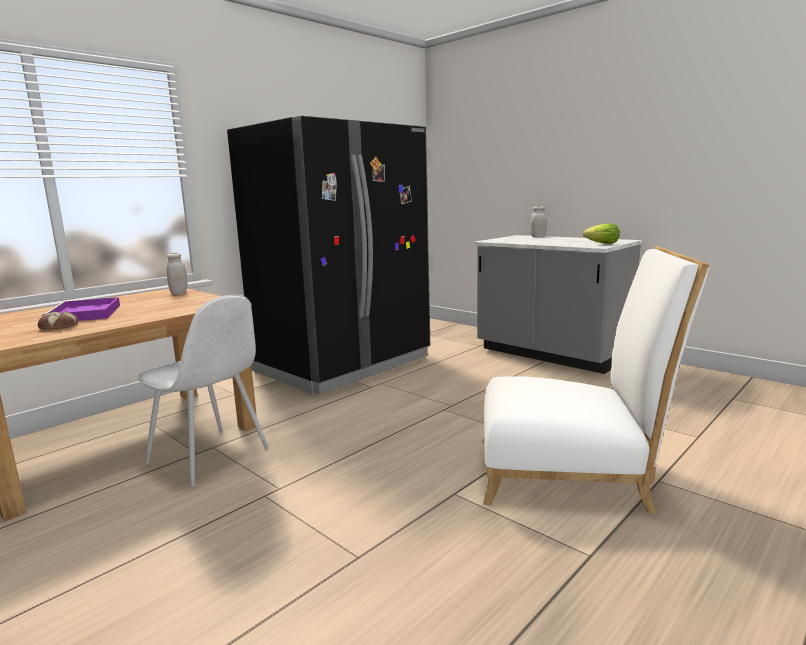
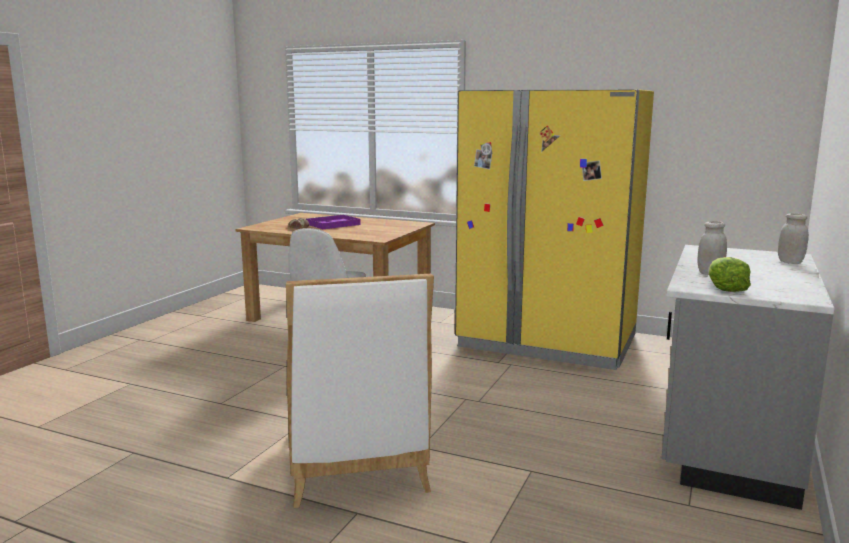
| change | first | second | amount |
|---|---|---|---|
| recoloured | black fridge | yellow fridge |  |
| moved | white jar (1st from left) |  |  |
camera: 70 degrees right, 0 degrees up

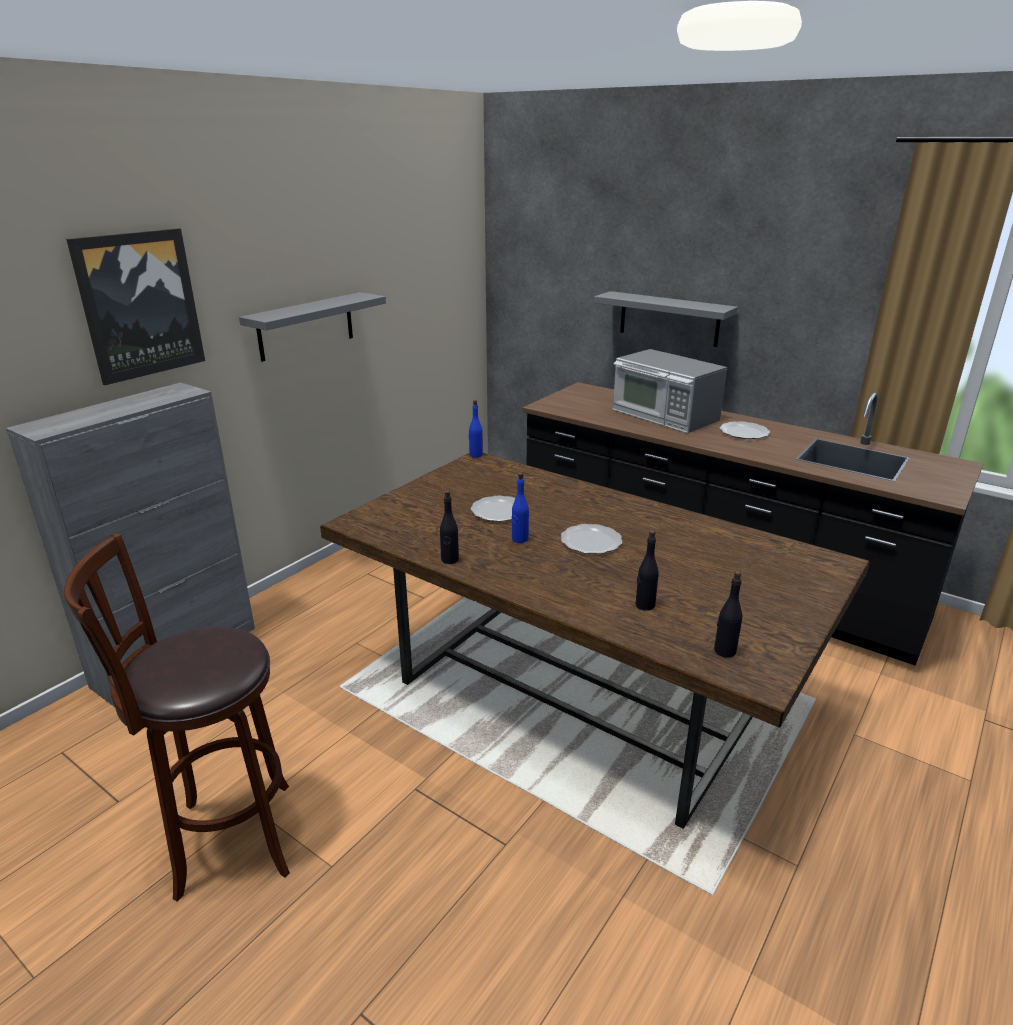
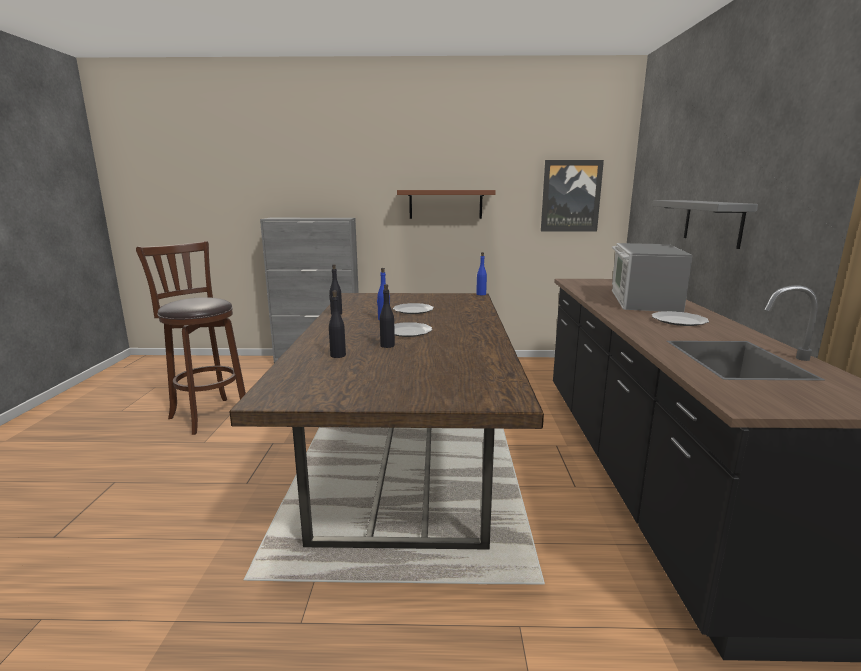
| change | first | second | amount |
|---|---|---|---|
| moved | black bottle (3rd from left) |  |  |
| recoloured | grey shelf (1st from left) | brown shelf |  |
| moved | picture |  |  |
camera: 55 degrees right, 10 degrees down

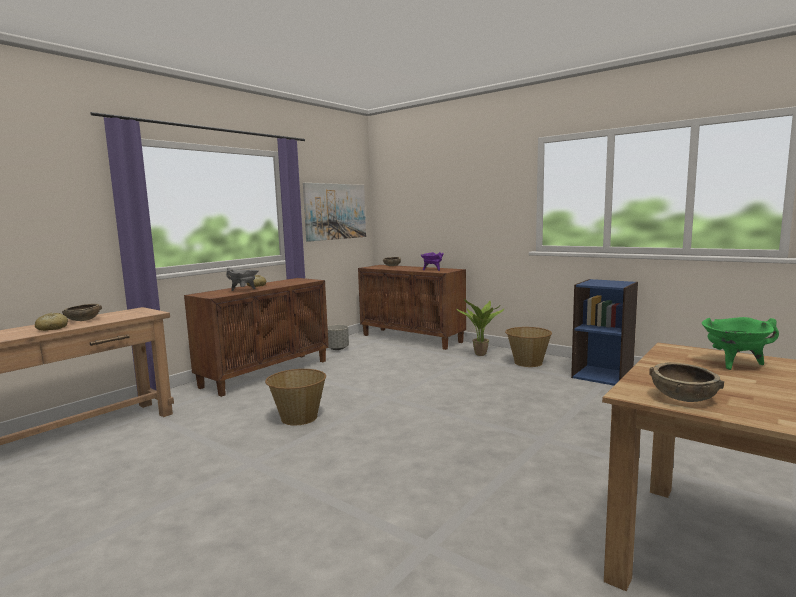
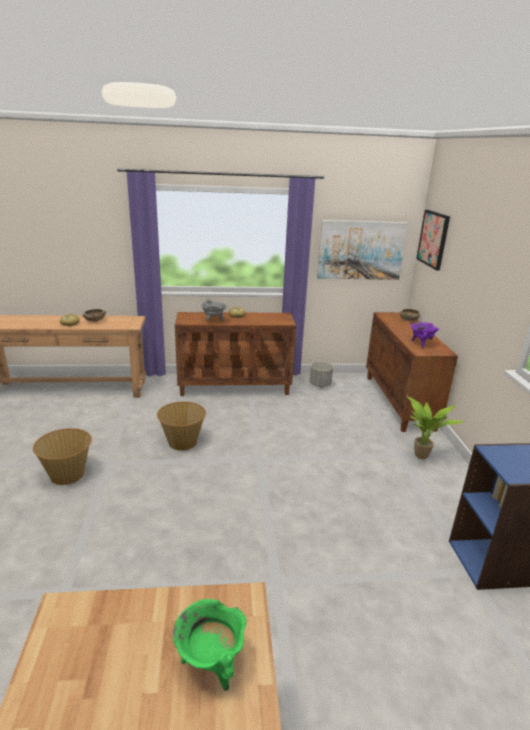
| change | first | second | amount |
|---|---|---|---|
| moved | basket (2nd from left in the first image) | basket (1st from left) |  |
| added |  | picture (2nd from left) |  |
| removed | brown bowl (3rd from left) |  |  |
camera: 45 degrees right, 15 degrees up

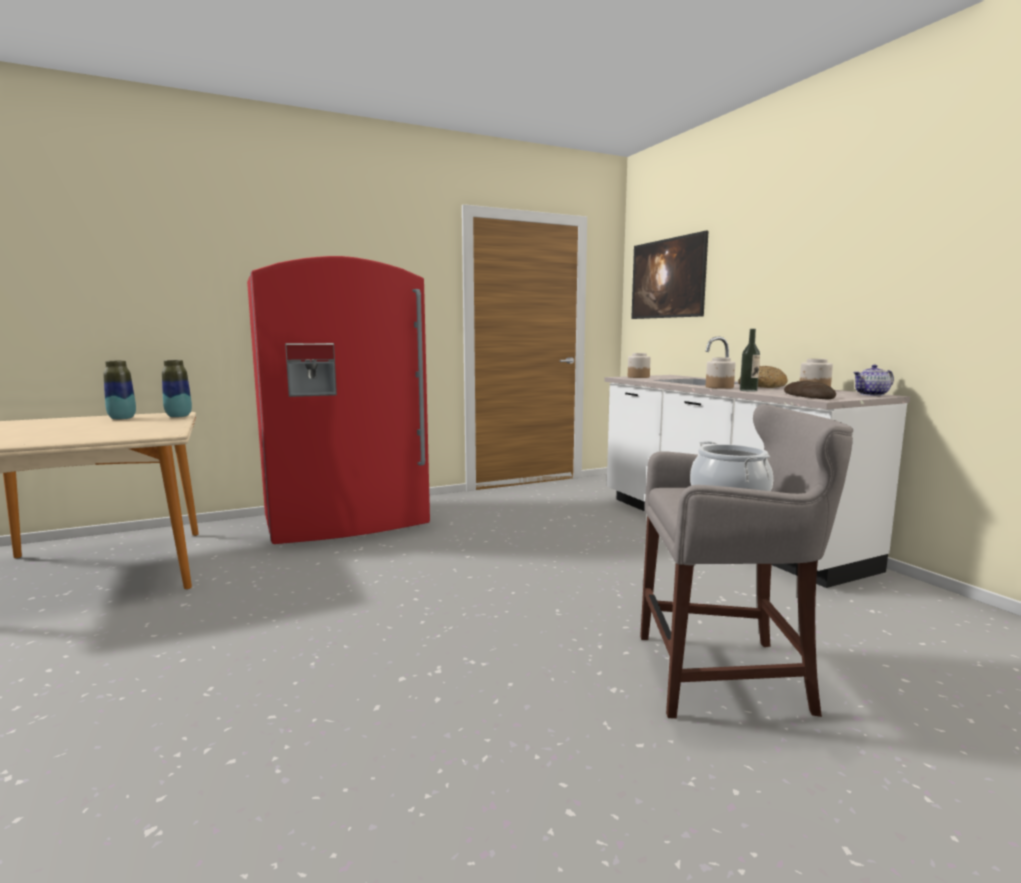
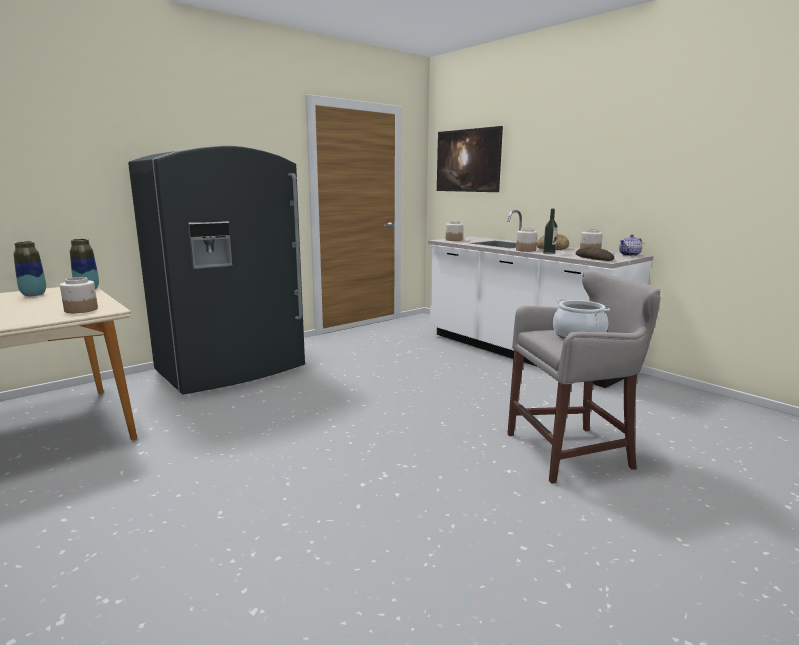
| change | first | second | amount |
|---|---|---|---|
| added |  | jar (1st from left) |  |
| recoloured | red fridge | grey fridge |  |
camera: 15 degrees left, 5 degrees up

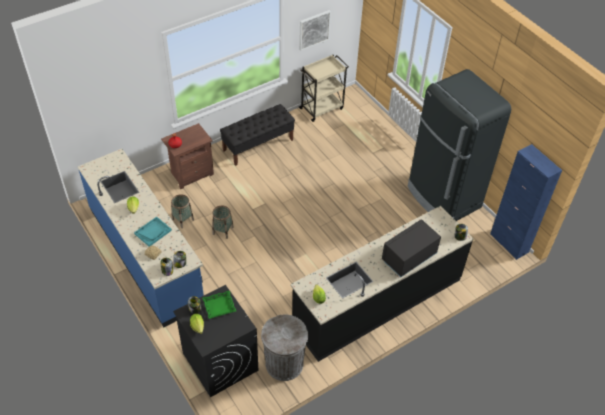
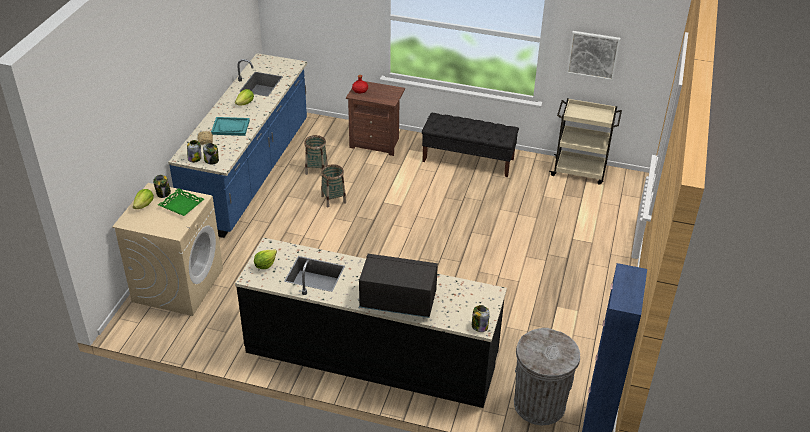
| change | first | second | amount |
|---|---|---|---|
| recoloured | black washing machine | beige washing machine |  |
| moved | grey trash can |  |  |
| removed | black fridge |  |  |
camera: 50 degrees right, 10 degrees down

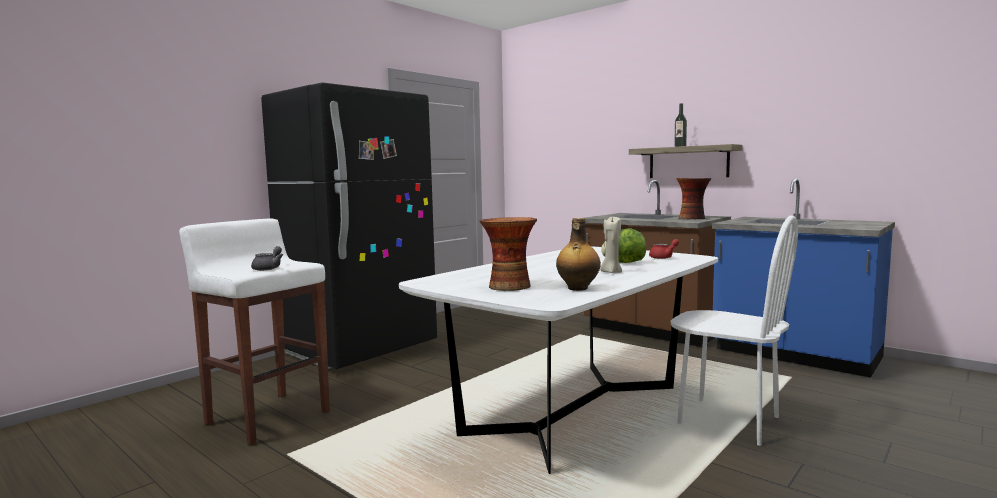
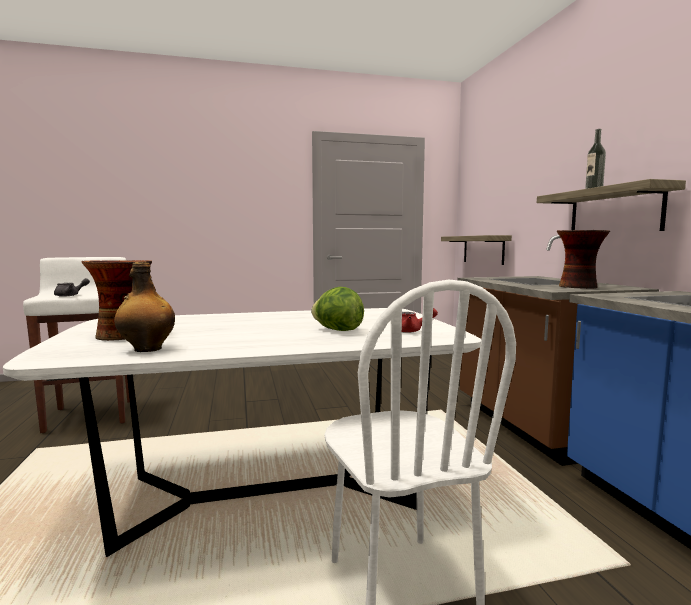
| change | first | second | amount |
|---|---|---|---|
| added |  | shelf (1st from left) |  |
| removed | black fridge |  |  |
| removed | beige candle |  |  |
camera: 35 degrees right, 0 degrees up

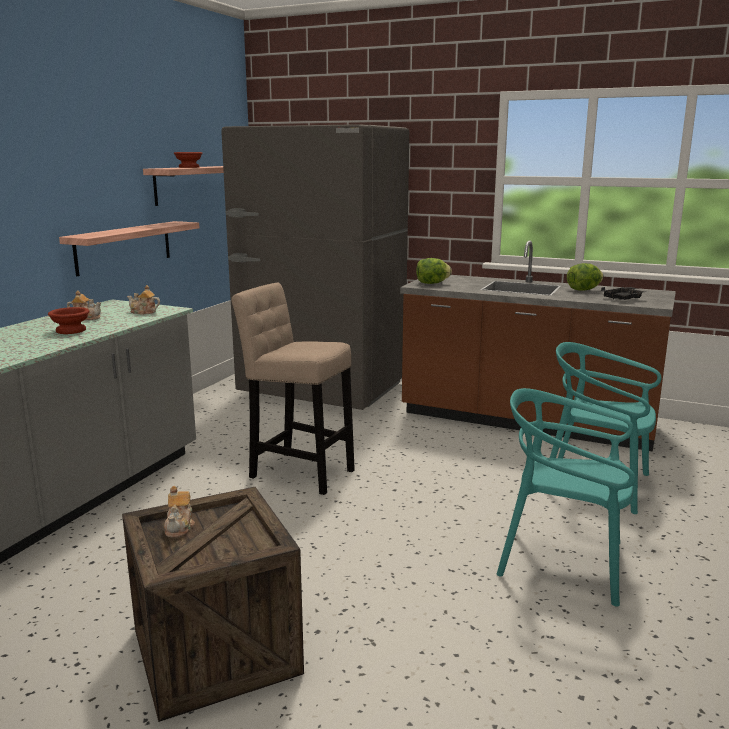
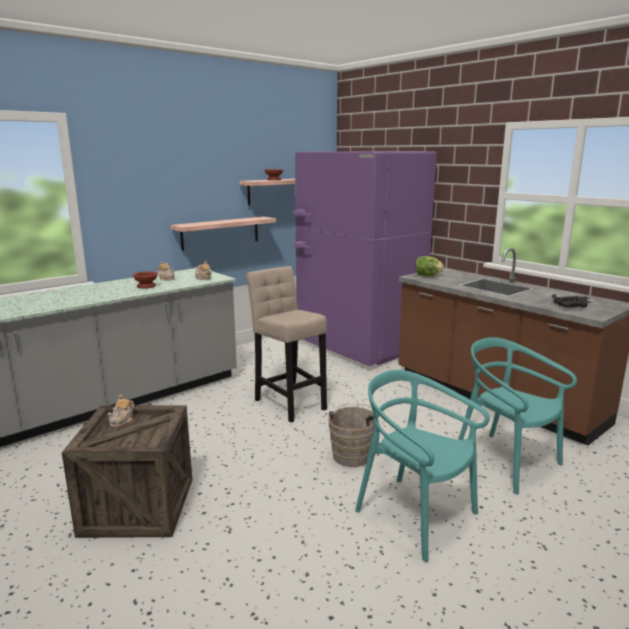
| change | first | second | amount |
|---|---|---|---|
| recoloured | grey fridge | purple fridge |  |
| added |  | brown bucket |  |
| removed | lettuce (2nd from left) |  |  |
camera: 25 degrees right, 0 degrees up

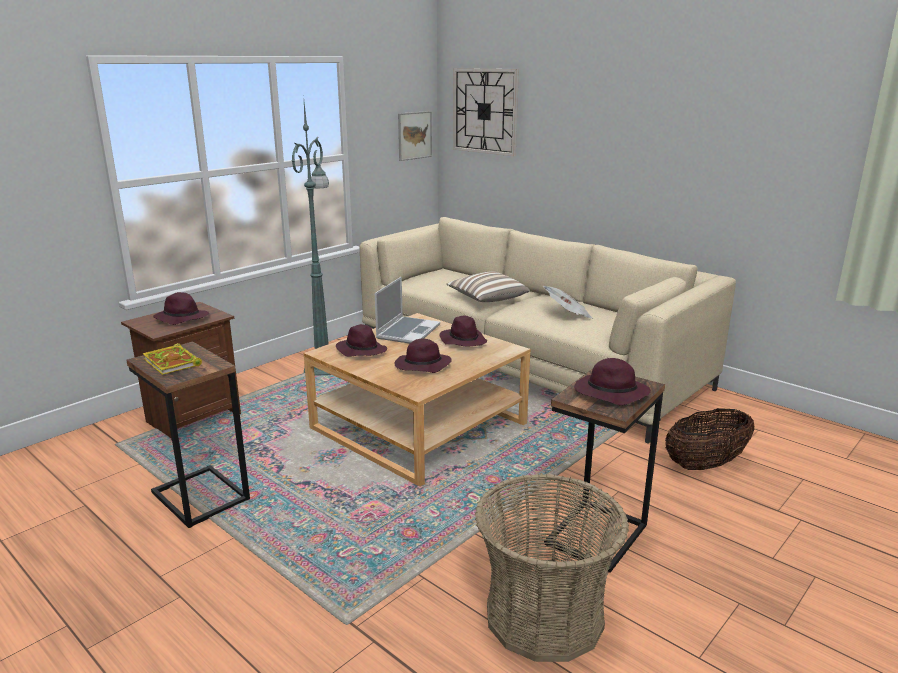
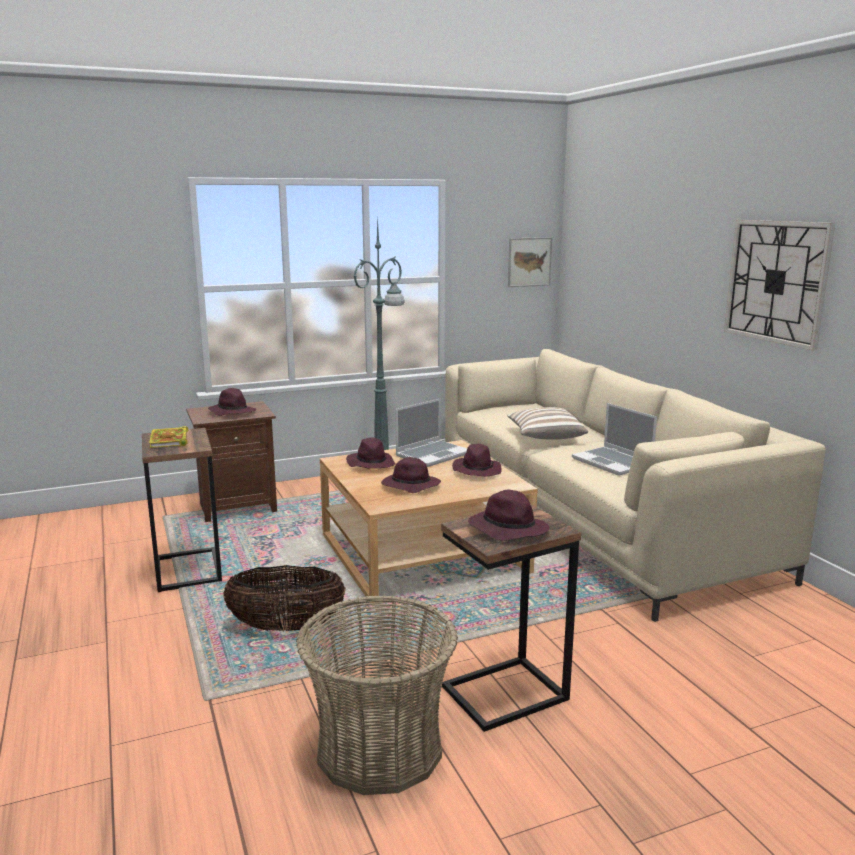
| change | first | second | amount |
|---|---|---|---|
| moved | basket (2nd from left in the first image) | basket (1st from left) |  |
| replaced | newspaper | laptop (2nd from left) |  |
| moved | wall clock |  |  |
camera: 25 degrees right, 5 degrees down

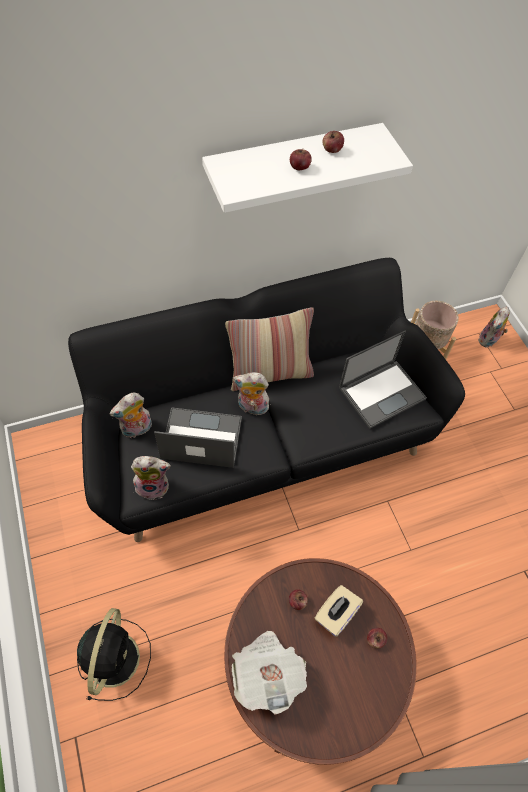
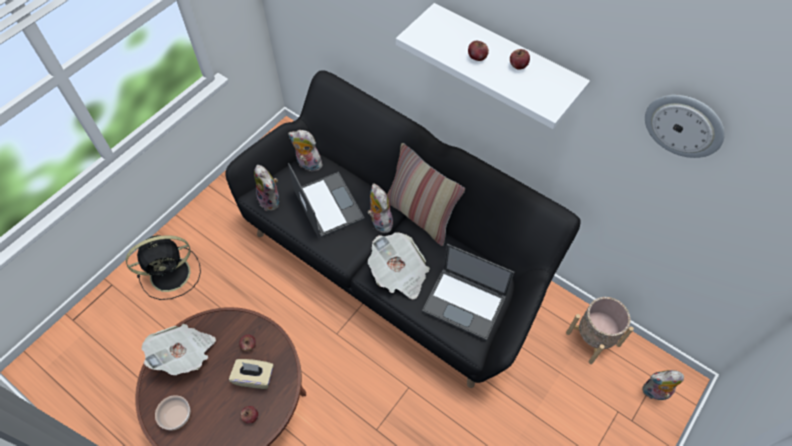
| change | first | second | amount |
|---|---|---|---|
| added |  | bowl |  |
| added |  | newspaper (2nd from left) |  |
| added |  | wall clock |  |
camera: 60 degrees right, 0 degrees up

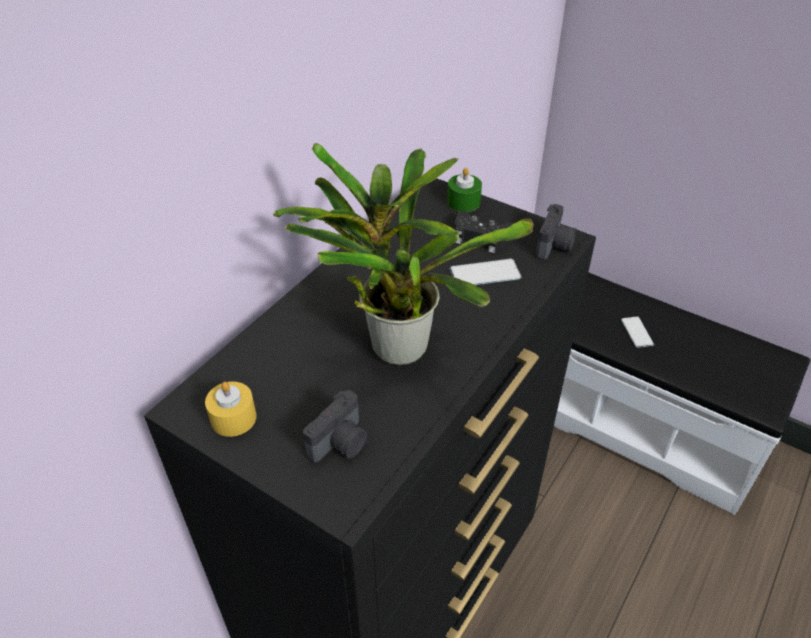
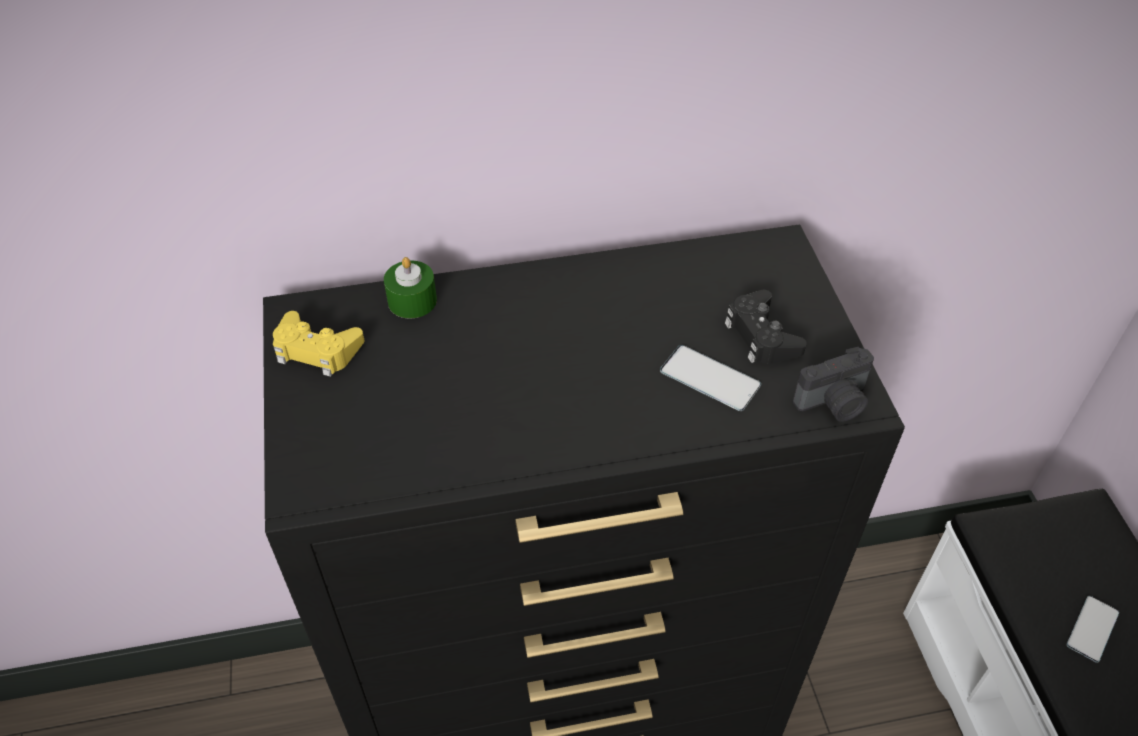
| change | first | second | amount |
|---|---|---|---|
| replaced | yellow candle | yellow game controller |  |
| moved | green candle |  |  |
| removed | potted plant |  |  |
| removed | photo camera (1st from left) |  |  |
camera: 45 degrees right, 5 degrees up

